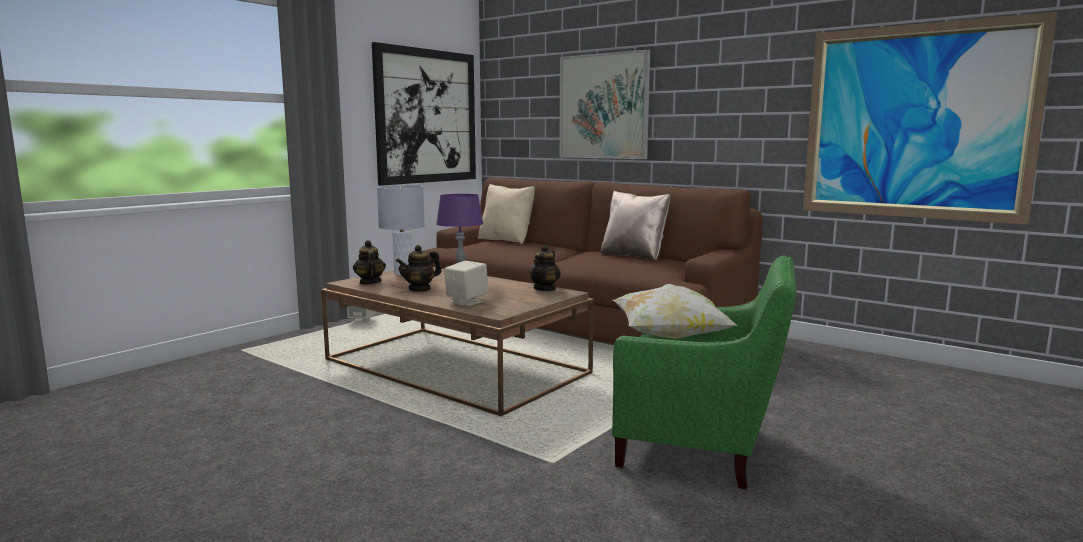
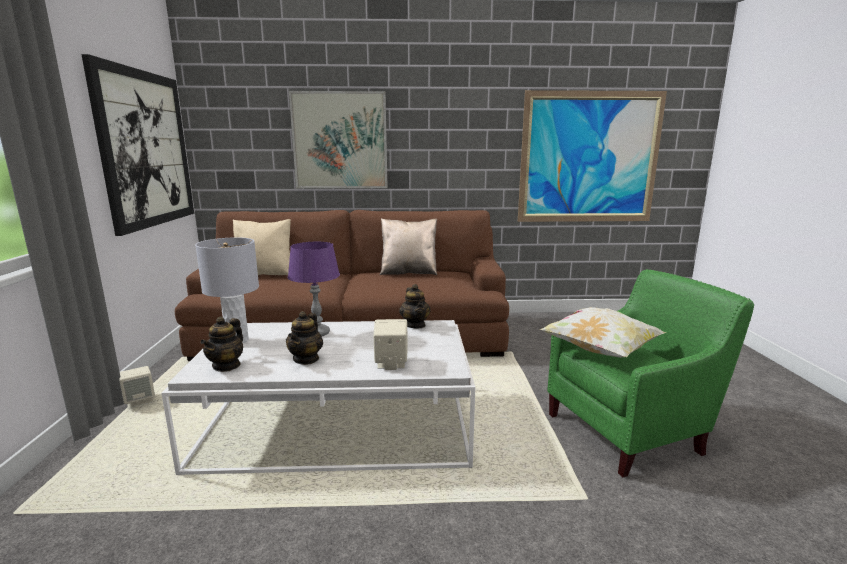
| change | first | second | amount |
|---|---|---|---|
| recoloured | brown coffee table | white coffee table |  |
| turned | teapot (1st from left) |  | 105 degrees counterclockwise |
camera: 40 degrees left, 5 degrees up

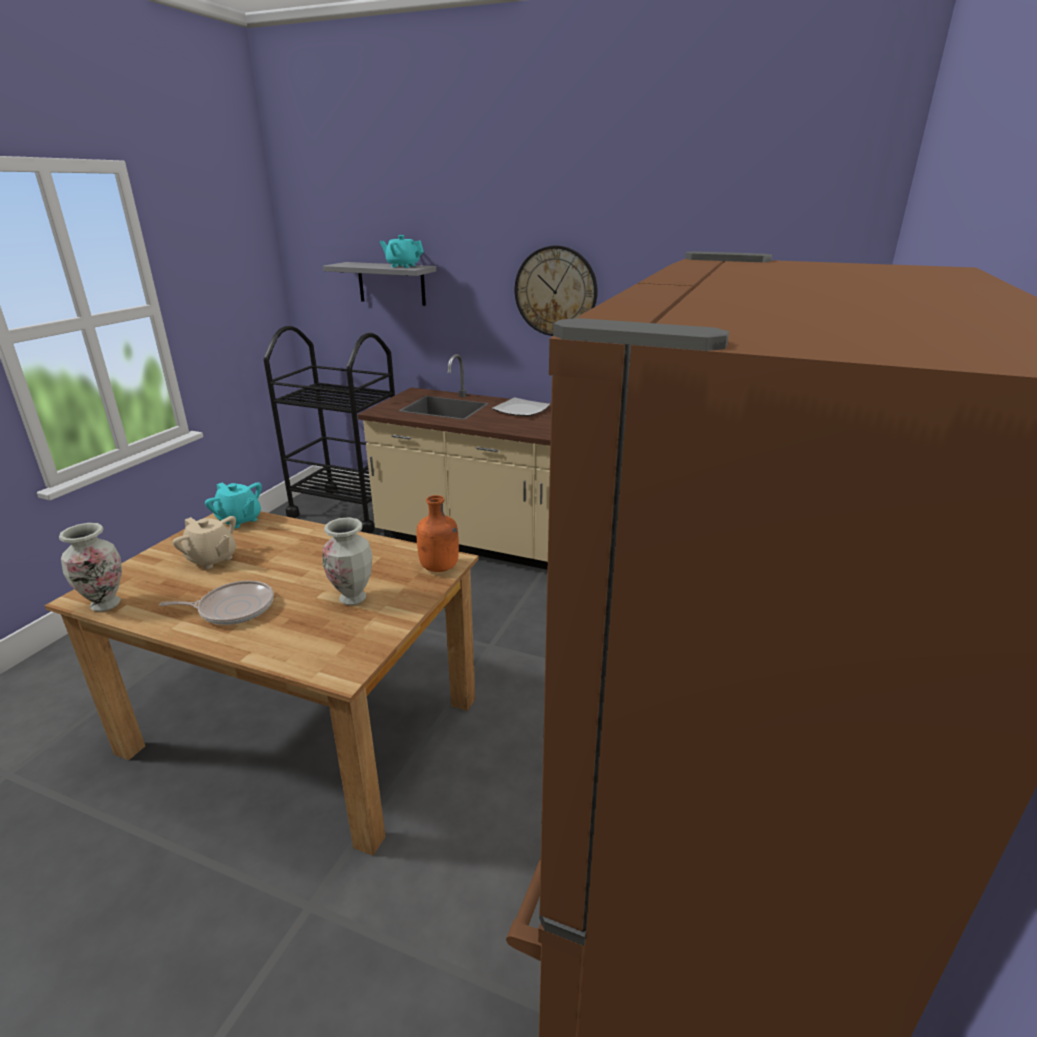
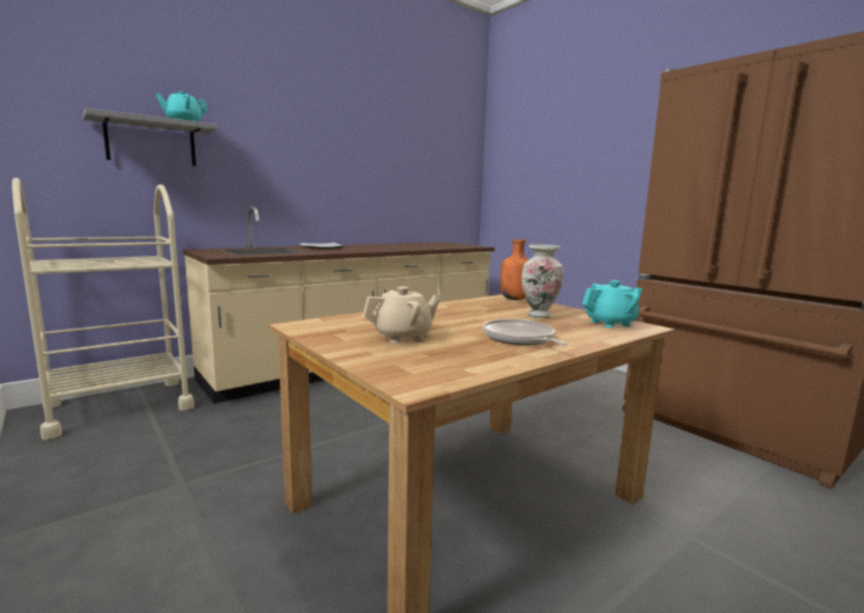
| change | first | second | amount |
|---|---|---|---|
| recoloured | black cart | beige cart |  |
| turned | frying pan |  | 45 degrees counterclockwise |
| moved | turquoise teapot (1st from left in the first image) | turquoise teapot (2nd from left) |  |
| removed | vase (1st from left) |  |  |
| removed | wall clock |  |  |
camera: 60 degrees left, 15 degrees down

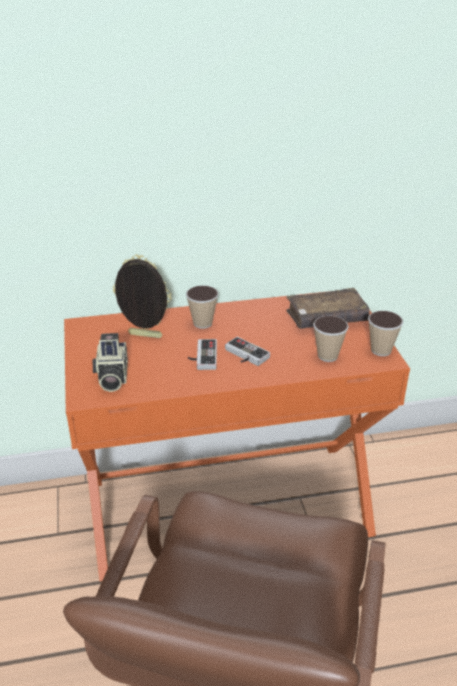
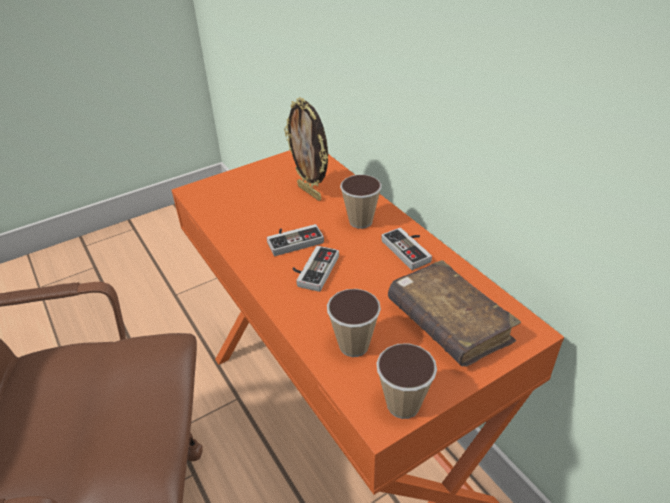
| change | first | second | amount |
|---|---|---|---|
| turned | picture frame |  | 150 degrees clockwise |
| added |  | game controller (3rd from left) |  |
| removed | photo camera |  |  |
camera: 70 degrees right, 5 degrees up

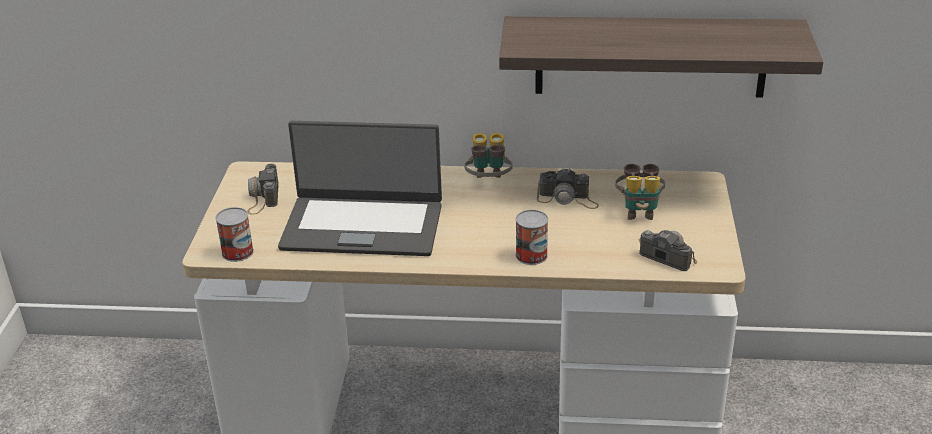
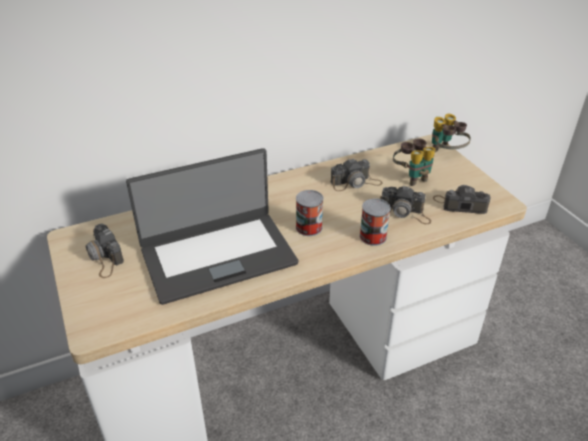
| change | first | second | amount |
|---|---|---|---|
| moved | can (1st from left) |  |  |
| added |  | photo camera (3rd from left) |  |
| moved | binoculars (1st from left in the first image) | binoculars (2nd from left) |  |
| removed | shelf |  |  |
camera: 30 degrees left, 5 degrees up

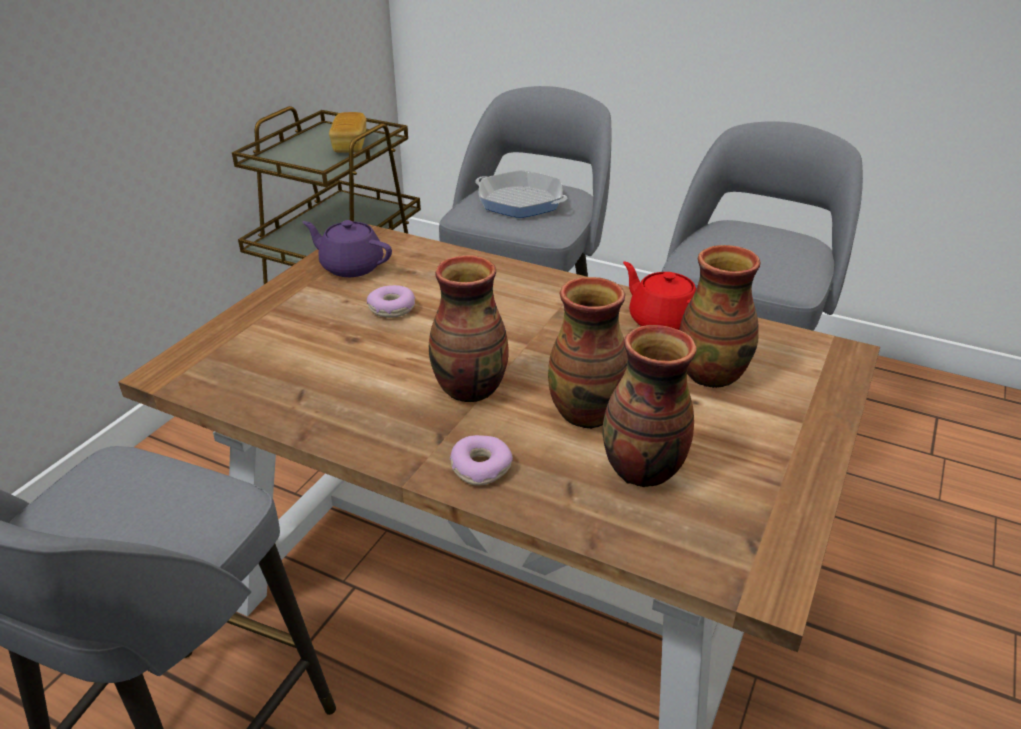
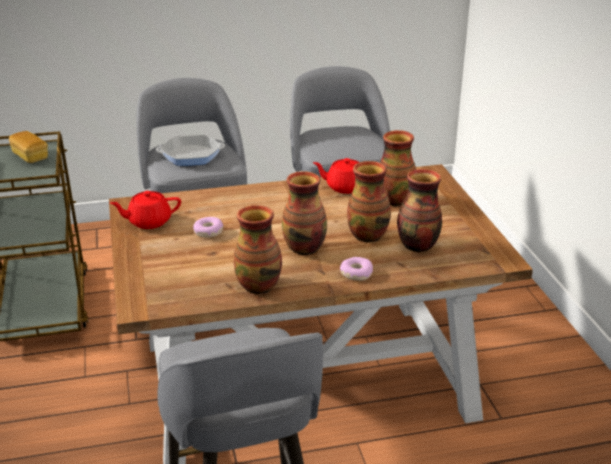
| change | first | second | amount |
|---|---|---|---|
| recoloured | purple teapot | red teapot (1st from left) |  |
| added |  | vase (1st from left) |  |
camera: 40 degrees left, 5 degrees down

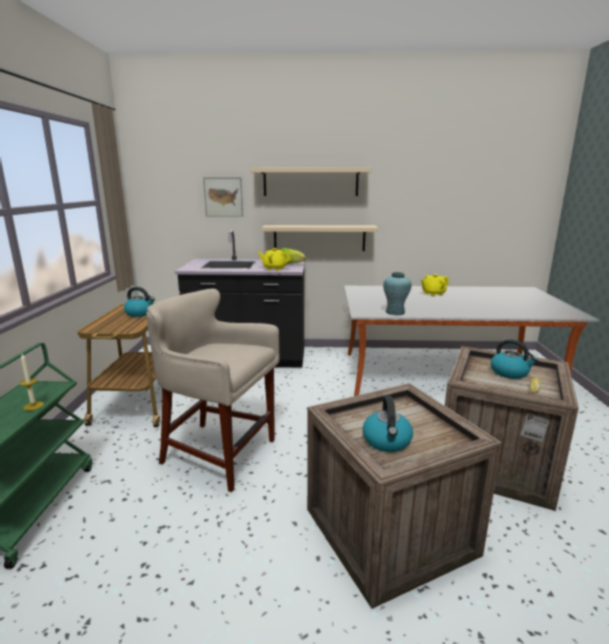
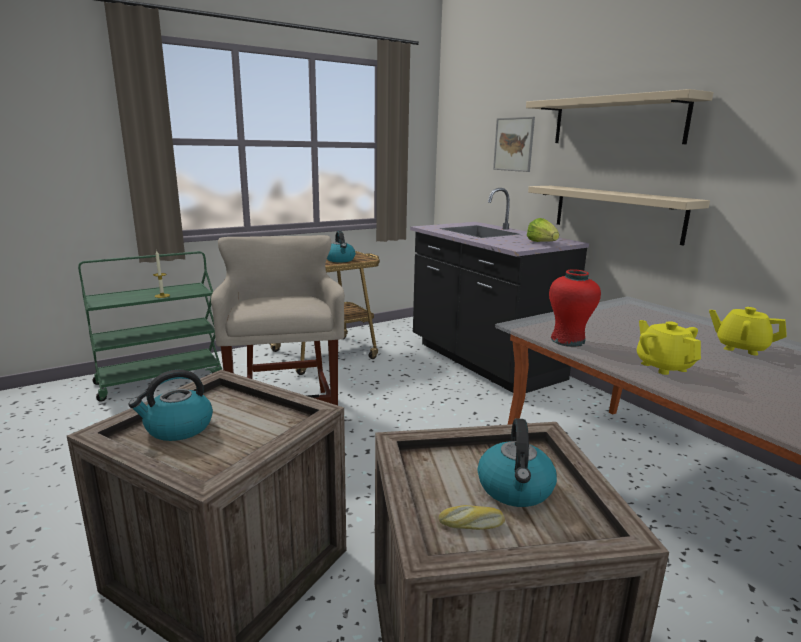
| change | first | second | amount |
|---|---|---|---|
| recoloured | turquoise vase | red vase |  |
| moved | yellow teapot (1st from left) |  |  |
camera: 55 degrees right, 0 degrees up

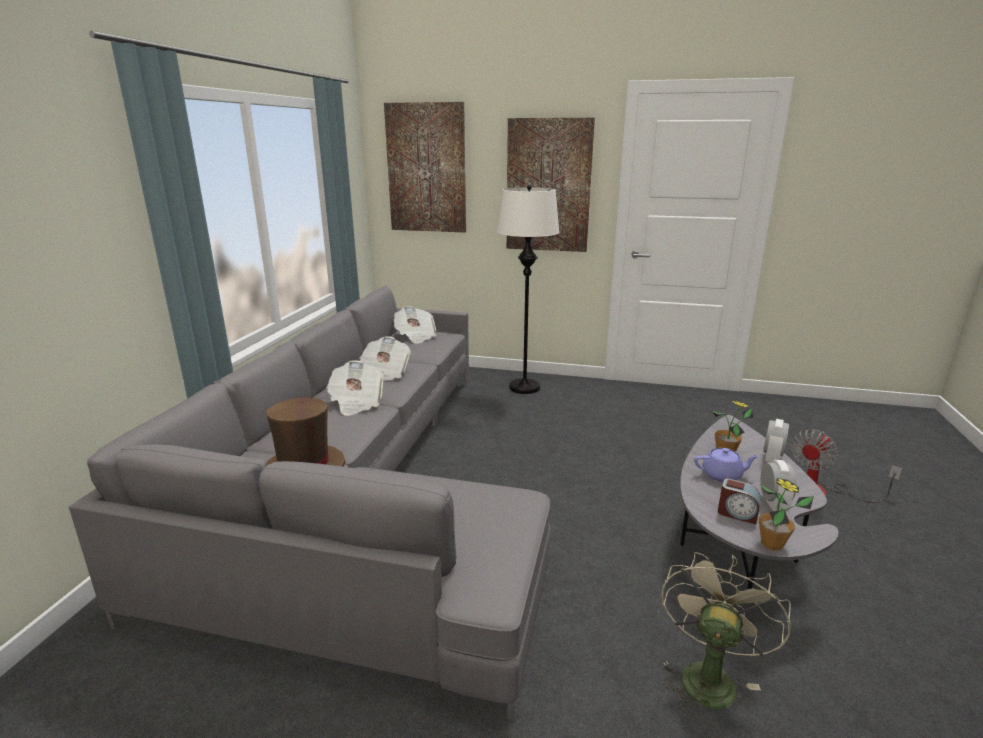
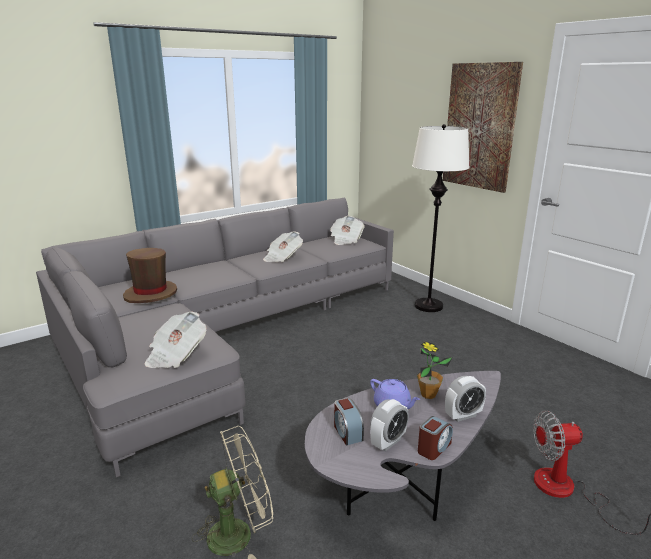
| change | first | second | amount |
|---|---|---|---|
| moved | newspaper (1st from left) |  |  |
| added |  | alarm clock (3rd from left) |  |
| removed | picture (1st from left) |  |  |
| removed | potted plant (2nd from left) |  |  |
camera: 40 degrees right, 0 degrees up

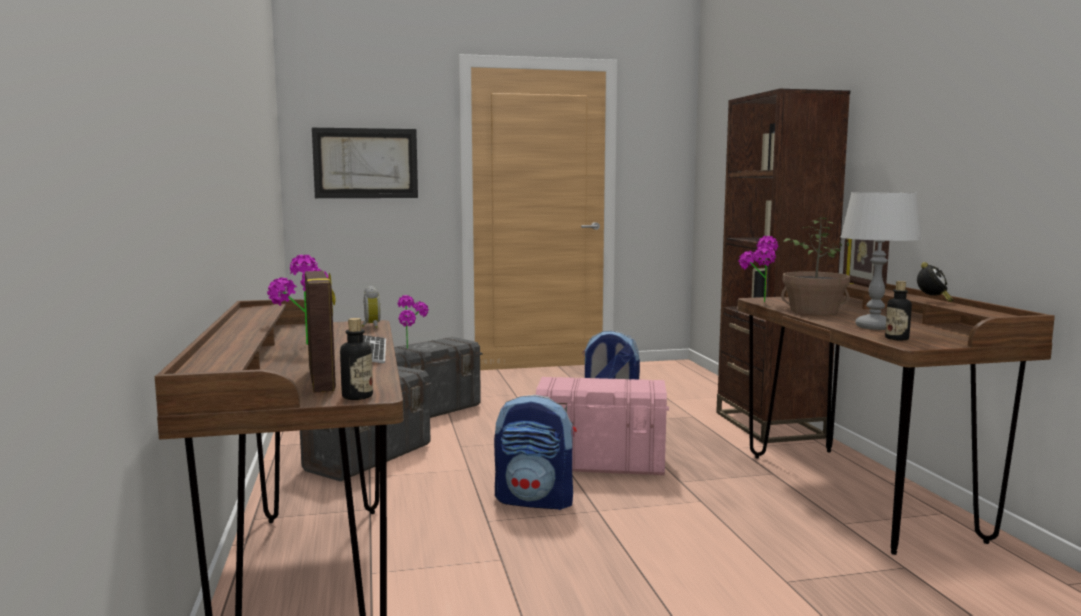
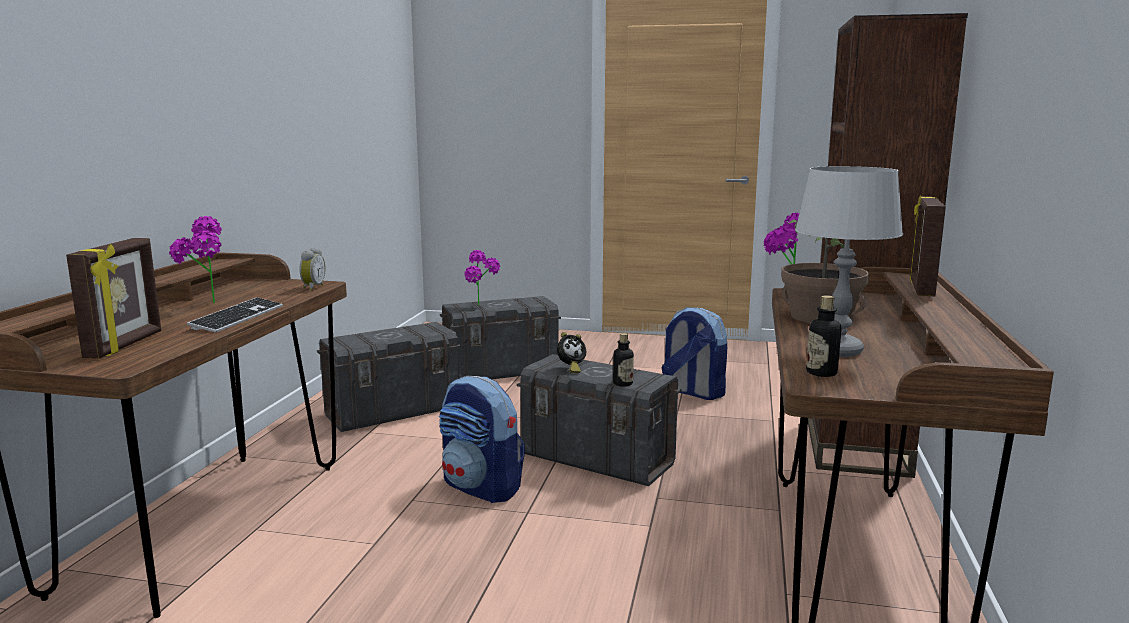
| change | first | second | amount |
|---|---|---|---|
| recoloured | pink storage box | grey storage box (3rd from left) |  |
| moved | alarm clock (2nd from left) |  |  |
| moved | bottle (1st from left) |  |  |
| removed | picture |  |  |
camera: 25 degrees right, 5 degrees up

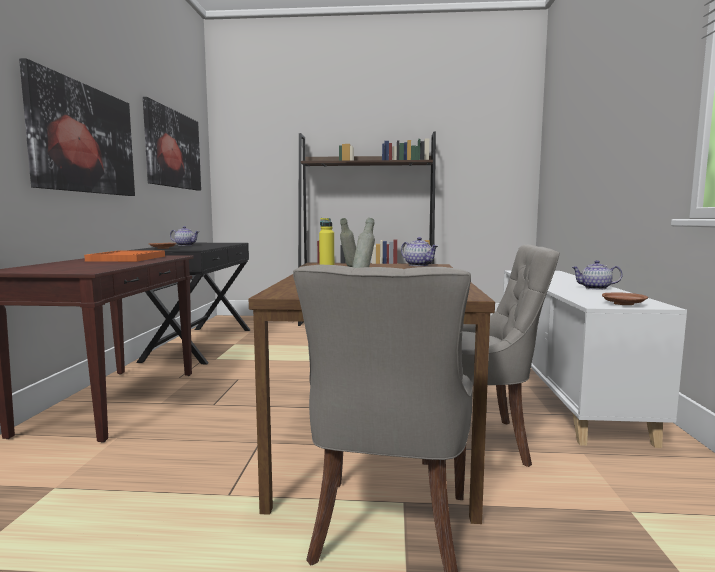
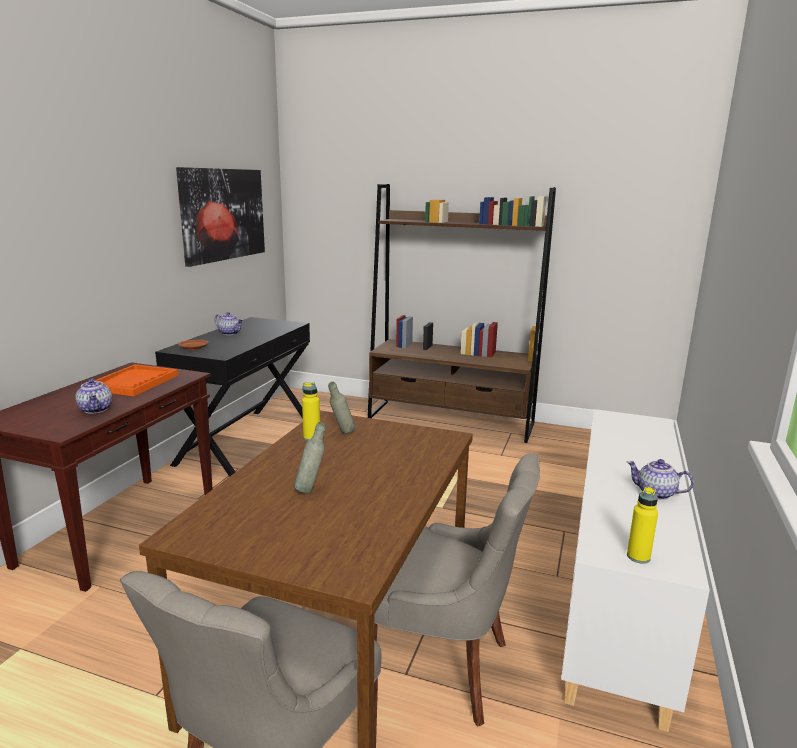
| change | first | second | amount |
|---|---|---|---|
| moved | teapot (2nd from left in the first image) | teapot (1st from left) |  |
| replaced | brown plate (2nd from left) | yellow bottle (2nd from left) |  |
| removed | picture (1st from left) |  |  |
camera: 15 degrees right, 10 degrees up

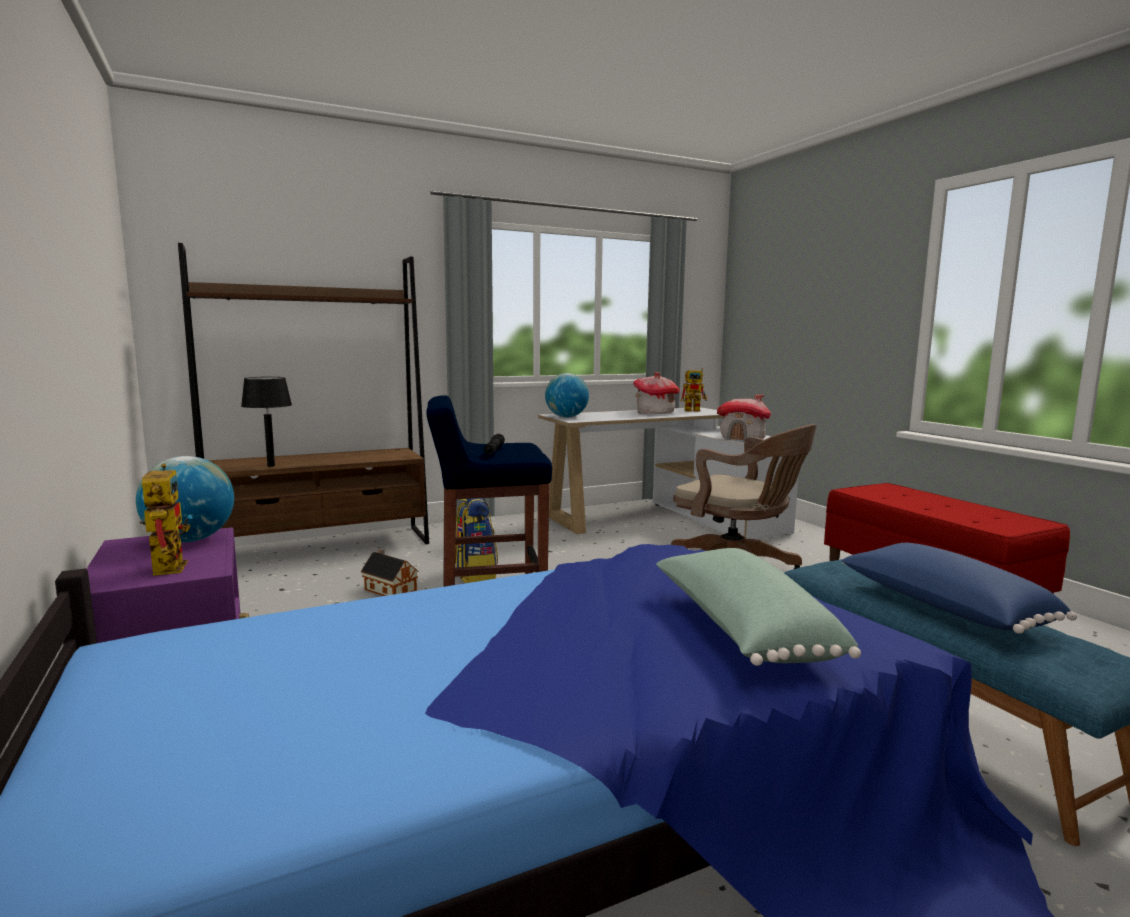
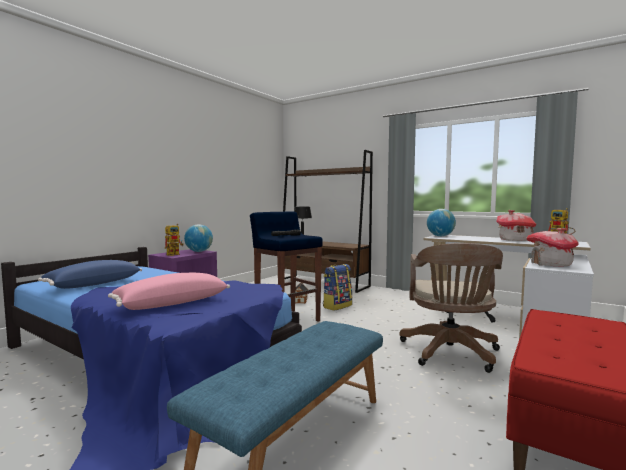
| change | first | second | amount |
|---|---|---|---|
| moved | blue pillow |  |  |
| recoloured | green pillow | pink pillow |  |
camera: 60 degrees right, 5 degrees down

